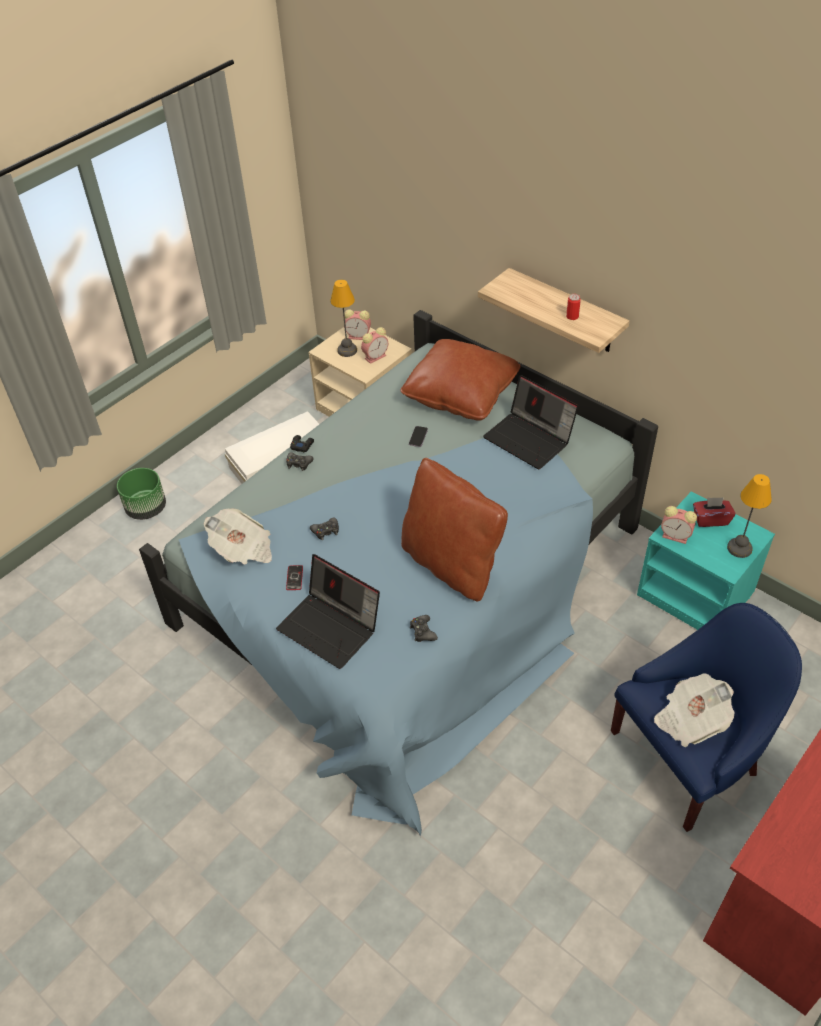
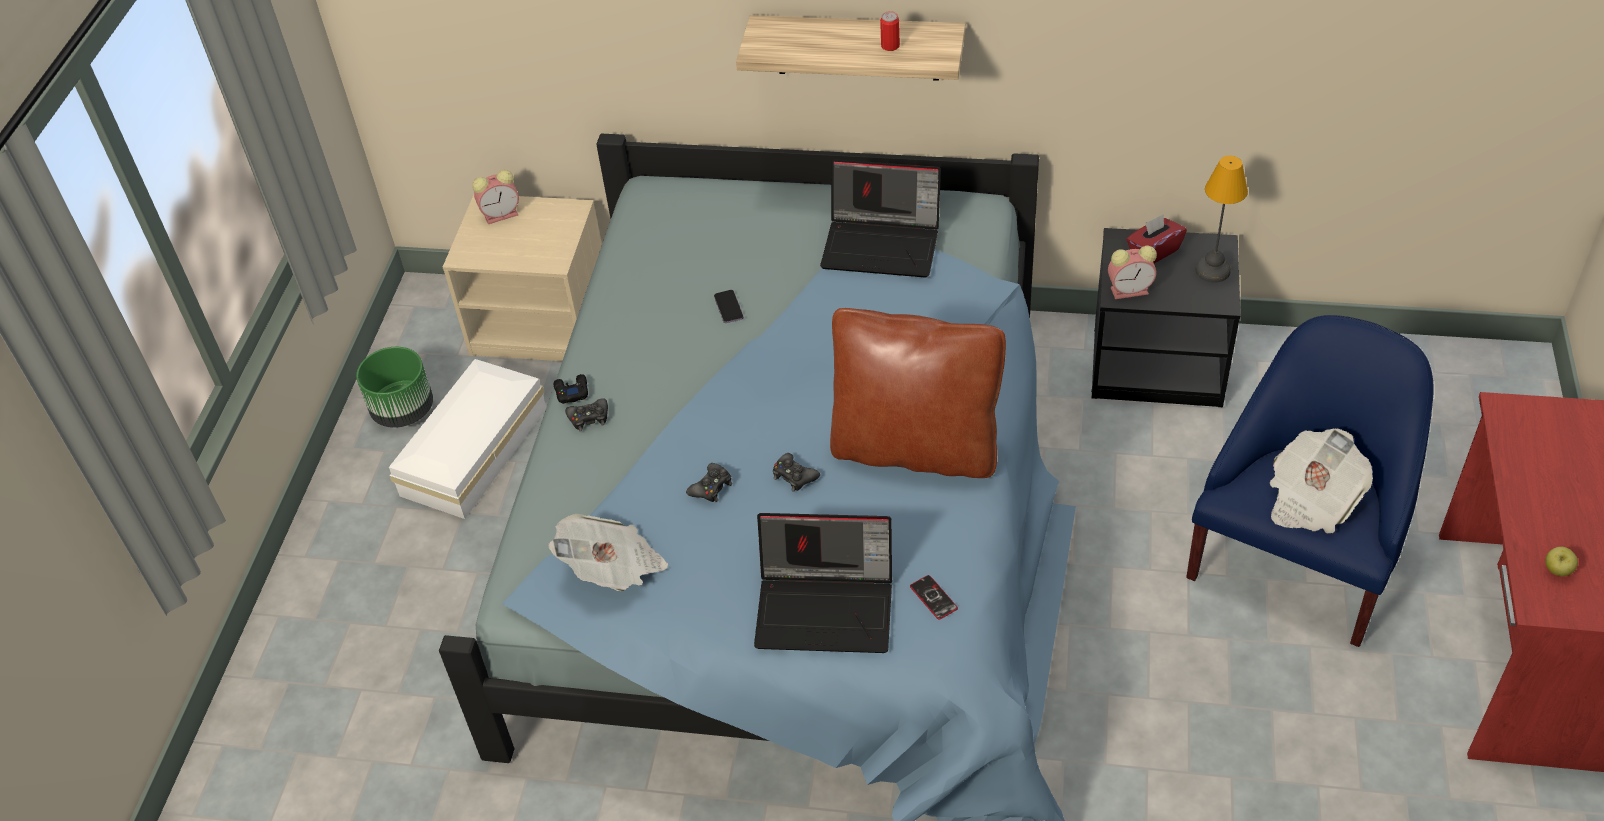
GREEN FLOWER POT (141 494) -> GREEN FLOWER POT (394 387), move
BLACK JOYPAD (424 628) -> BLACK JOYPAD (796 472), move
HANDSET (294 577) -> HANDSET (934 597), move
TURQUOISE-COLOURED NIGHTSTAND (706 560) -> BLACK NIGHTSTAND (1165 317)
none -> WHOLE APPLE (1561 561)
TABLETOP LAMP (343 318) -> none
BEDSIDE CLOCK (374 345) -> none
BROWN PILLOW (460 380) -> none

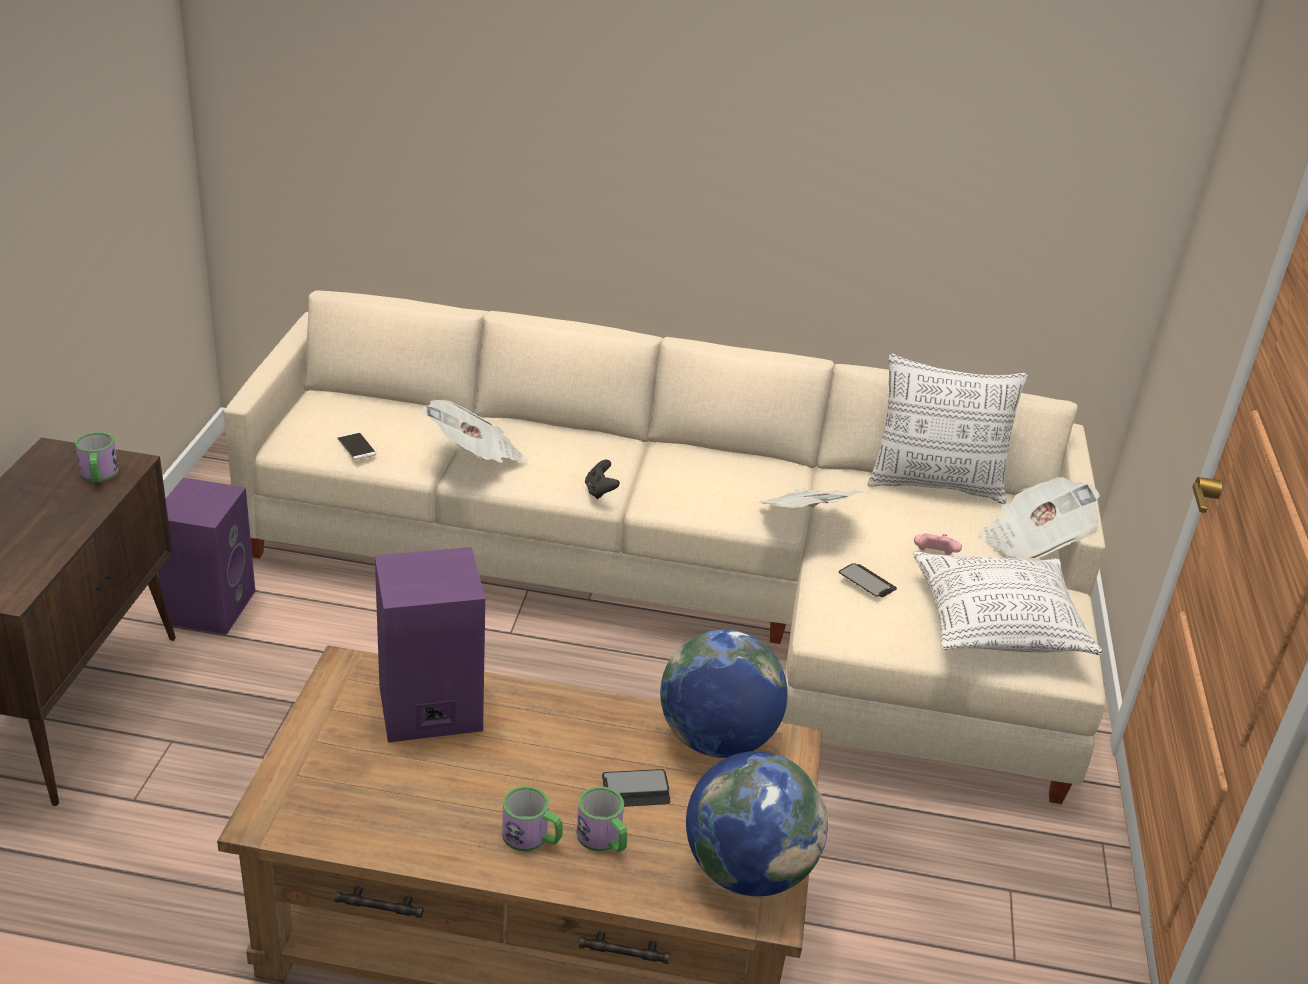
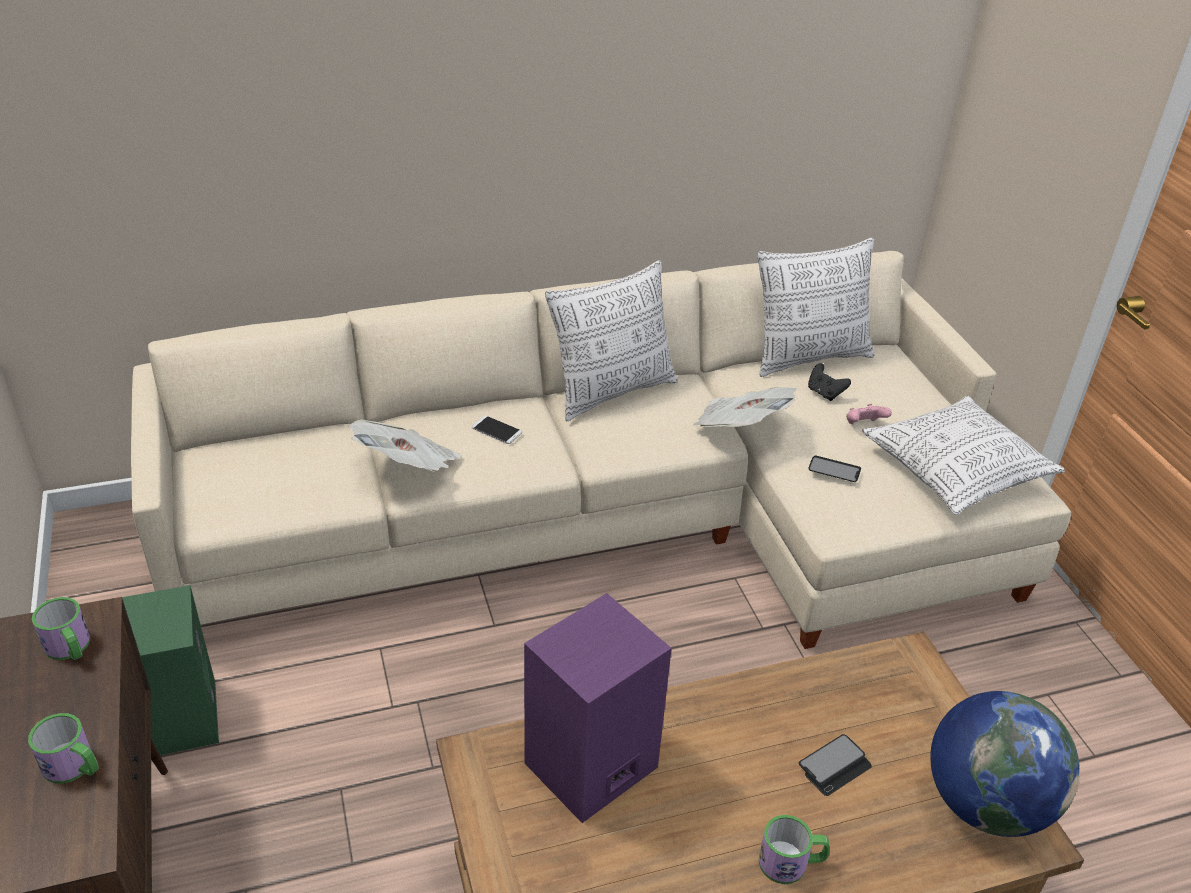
TEA MUG (601 819) -> TEA MUG (63 748), move
PURPLISH LOUDSPEAKER (206 556) -> GREEN LOUDSPEAKER (170 670)
HANDSET (356 445) -> HANDSET (497 430), move
none -> PILLOW (611 340)
BLACK JOYPAD (602 479) -> BLACK JOYPAD (829 382), move
WORLD GLOBE (724 693) -> none
PRINTED PAPER (1039 518) -> none

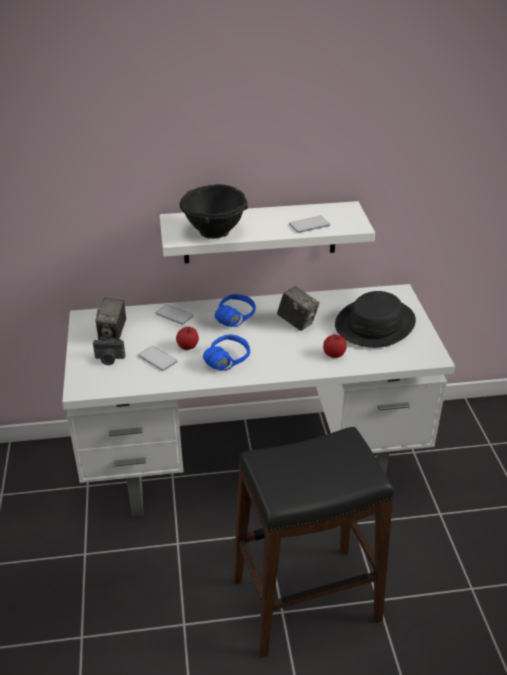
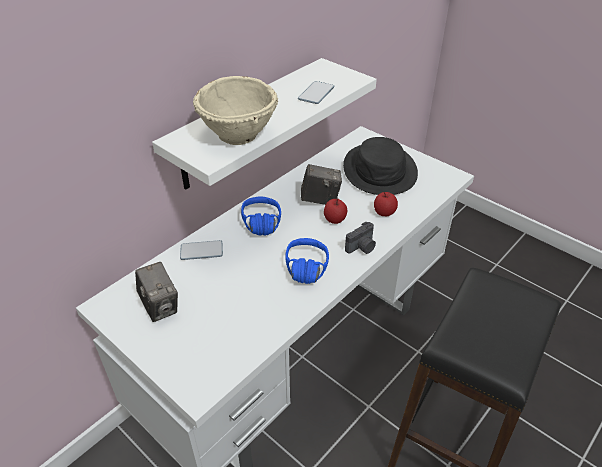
BLACK DEEP DISH (213 211) -> BEIGE DEEP DISH (235 110)
WHOLE APPLE (187 338) -> WHOLE APPLE (335 211), move
STILL CAMERA (109 351) -> STILL CAMERA (360 238), move
HANDSET (157 358) -> none

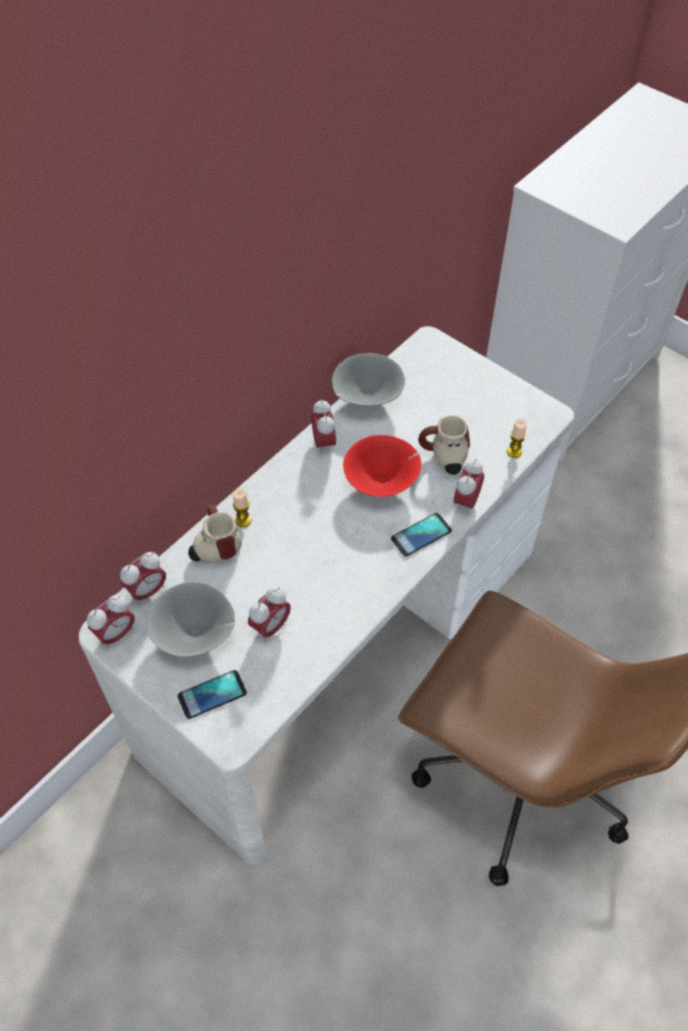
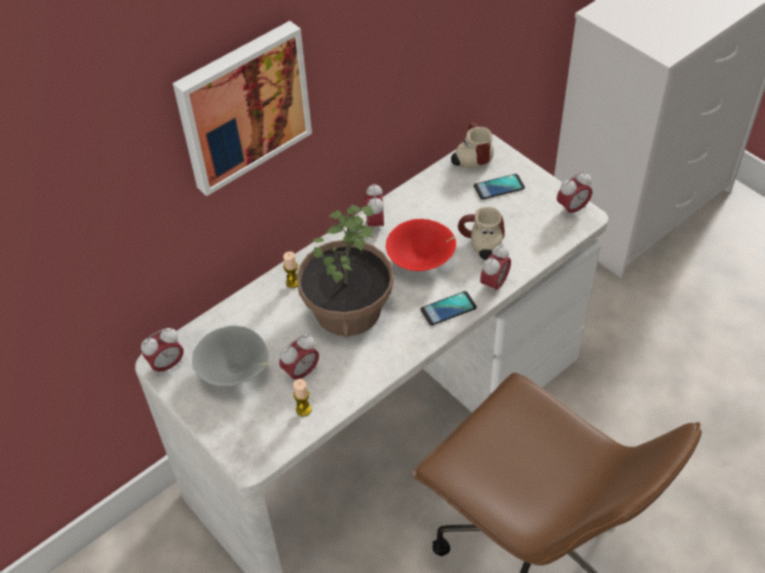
none -> WALL ART (242 108)
CANDLE (517 438) -> CANDLE (302 398), move
none -> POTTED PLANT (345 271)
TEA MUG (215 534) -> TEA MUG (472 145), move
HANDSET (212 694) -> HANDSET (499 187), move
BEDSIDE CLOCK (143 578) -> BEDSIDE CLOCK (574 195), move
GREYISH DEEP DISH (368 379) -> none

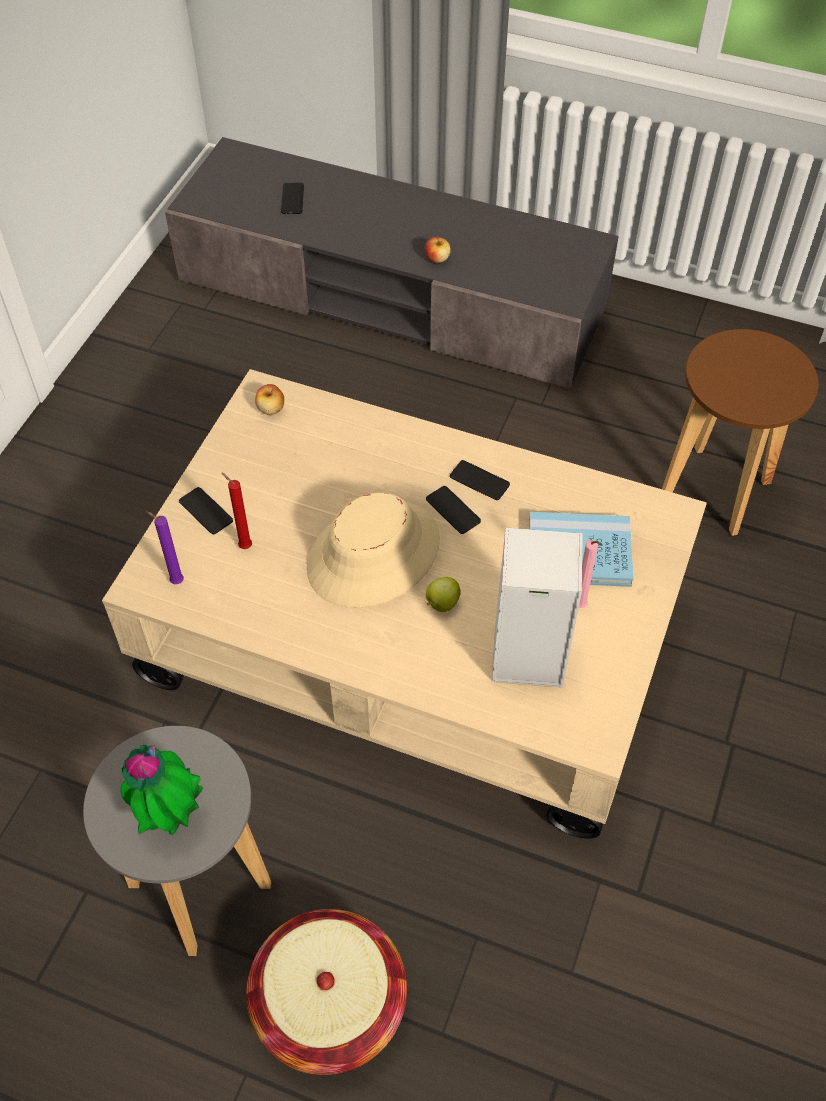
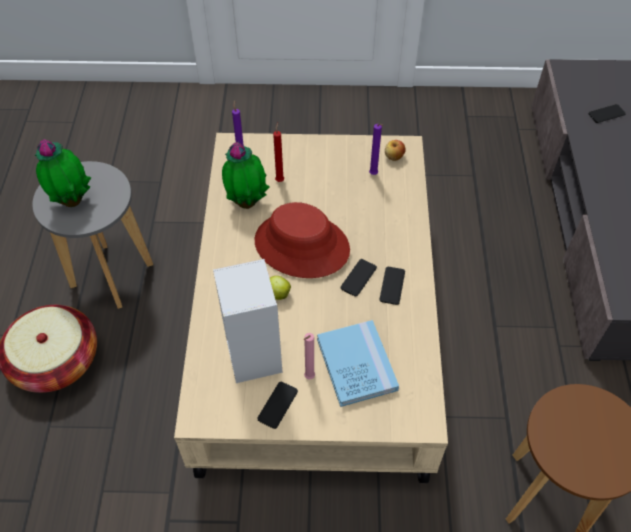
none -> POTTED PLANT (245 175)
BEIGE WEARABLE HAT (373 550) -> RED WEARABLE HAT (302 240)
HANDSET (206 510) -> HANDSET (278 405), move
none -> PURPLISH CANDLE (376 149)
WHOLE APPLE (438 249) -> none

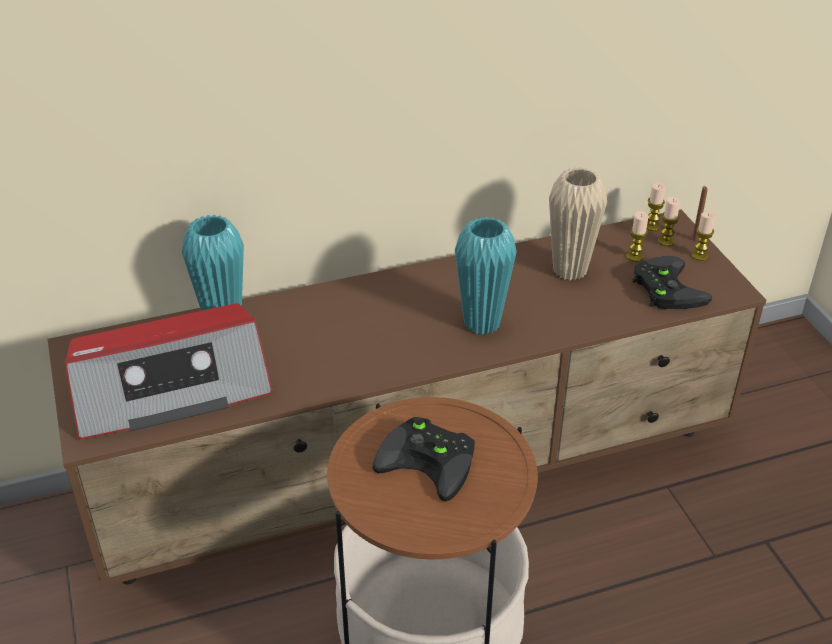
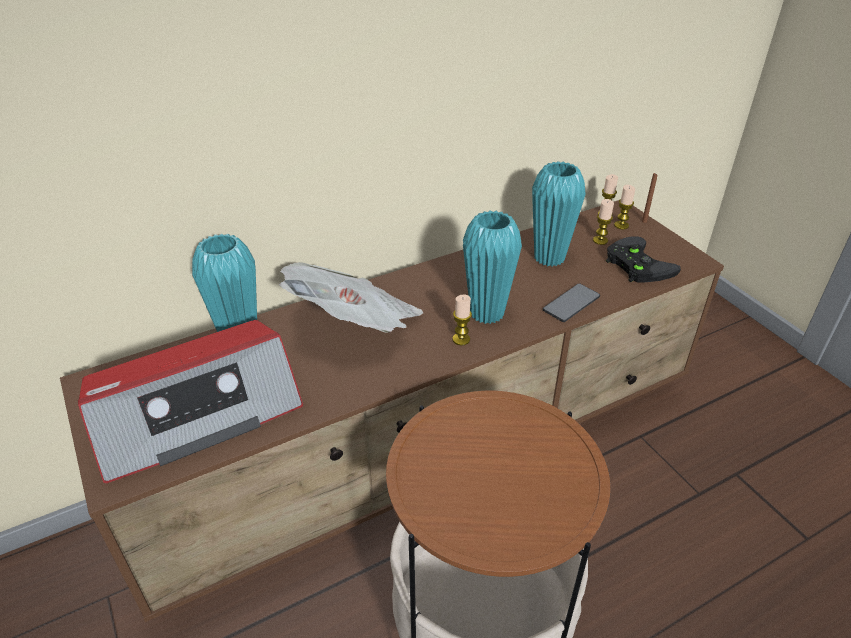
none -> PRINTED PAPER (351 297)
CANDLE (703 236) -> CANDLE (462 319), move
BEIGE DECORATIVE VASE (578 223) -> TURQUOISE-COLOURED DECORATIVE VASE (559 214)
none -> HANDSET (571 302)
BLACK JOYPAD (424 459) -> none

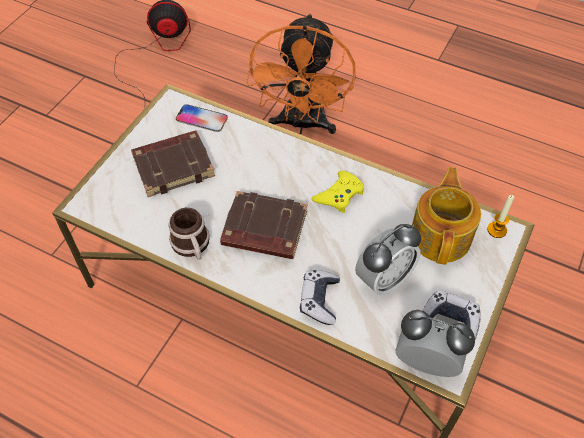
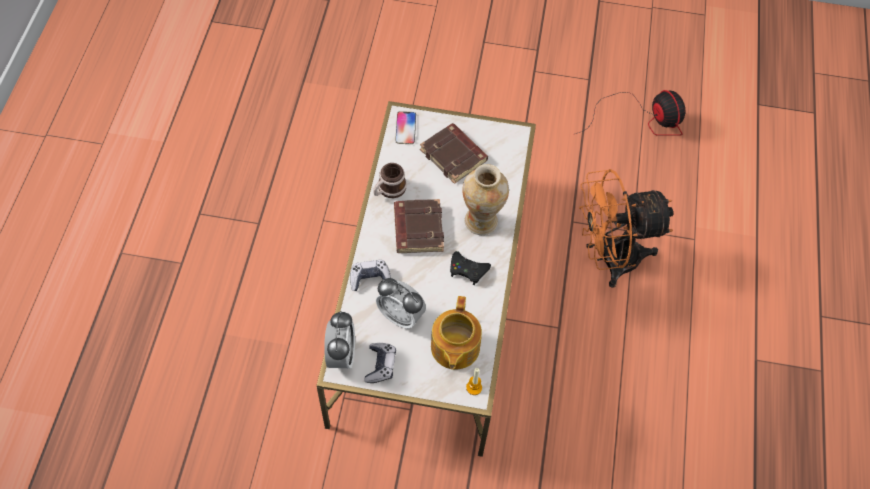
HANDSET (202 118) -> HANDSET (405 127), move
POT FOR TEA (446 216) -> POT FOR TEA (456 333), 105 degrees clockwise
YELLOWISH JOYPAD (337 192) -> BLACK JOYPAD (470 268)
none -> DECORATIVE VASE (485 199)

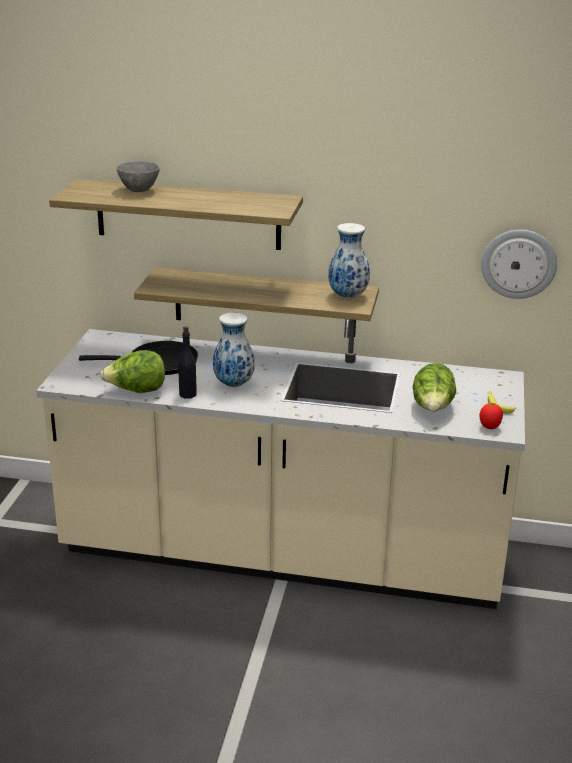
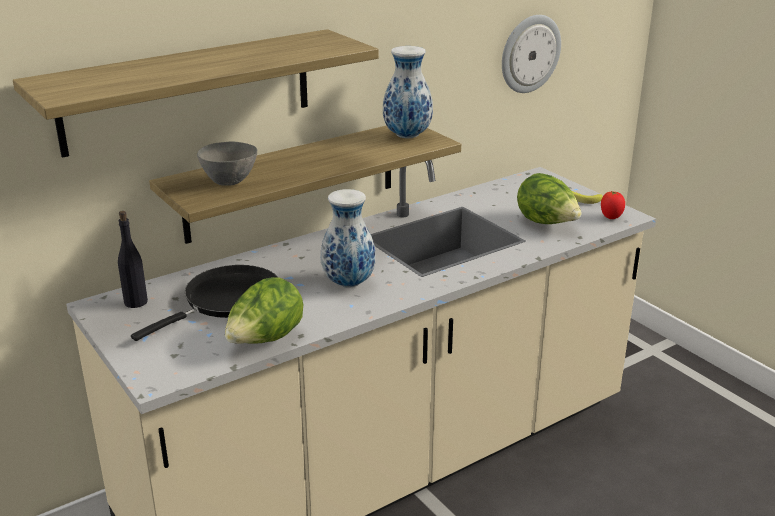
BLACK BOTTLE (187 362) -> BLACK BOTTLE (133 259), move
GREYISH DEEP DISH (138 176) -> GREYISH DEEP DISH (227 164), move

